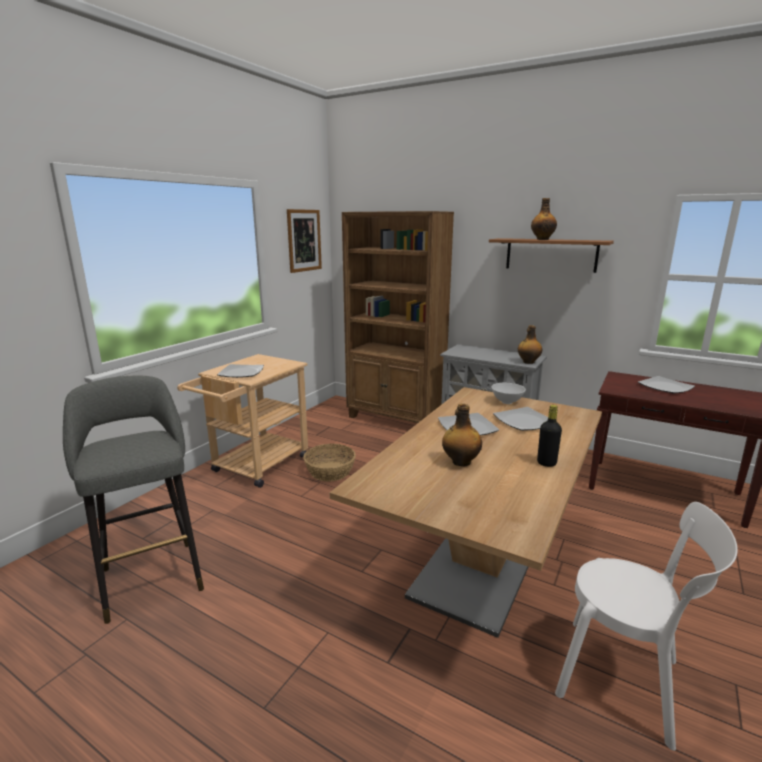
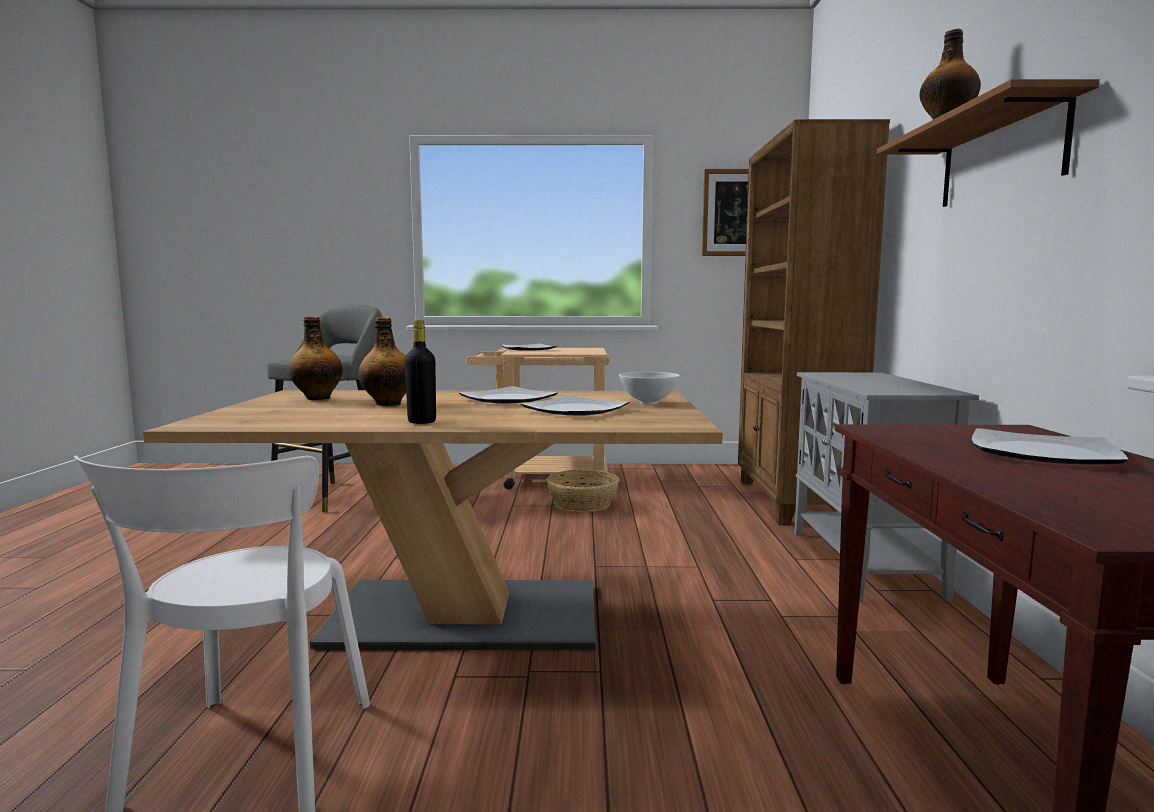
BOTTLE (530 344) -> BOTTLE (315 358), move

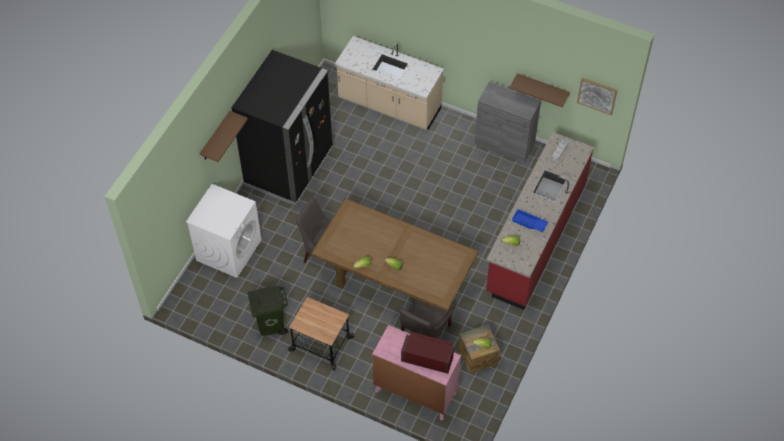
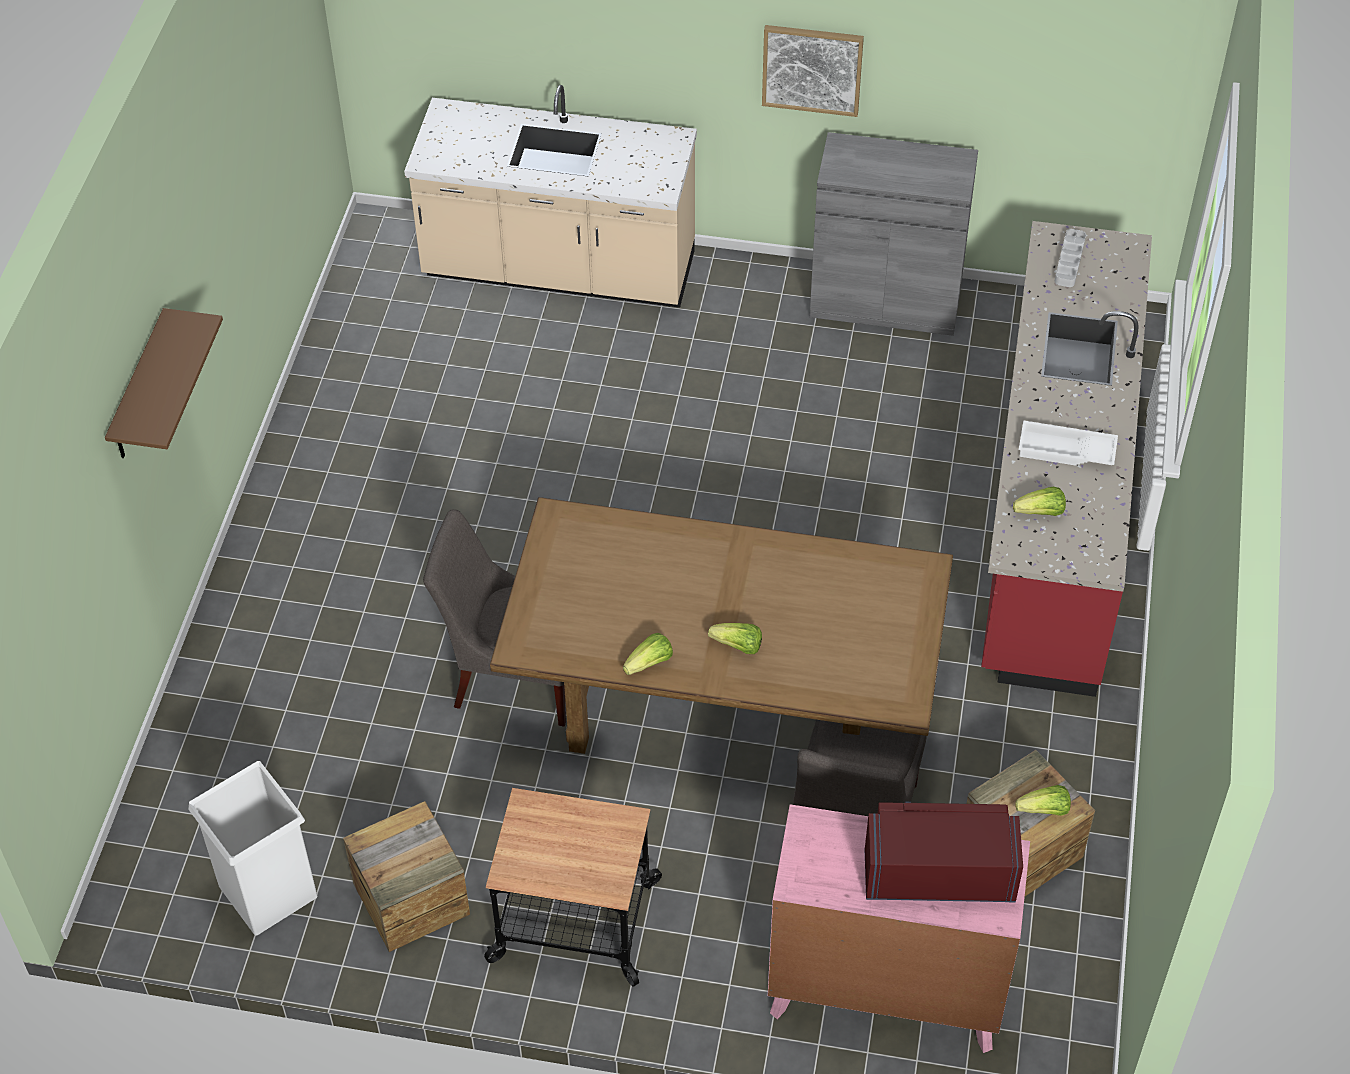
none -> WHITISH TRASH CAN (253 848)
GREEN TRASH CAN (268 311) -> CRATE (406 876)
WALL ART (597 96) -> WALL ART (813 71), move
BLUE TRAY (530 220) -> WHITISH TRAY (1068 443)
WHITISH LAUNDRY MACHINE (224 231) -> none
BLACK REFRIGERATOR (282 127) -> none
BROWN WALL SHELF (539 90) -> none

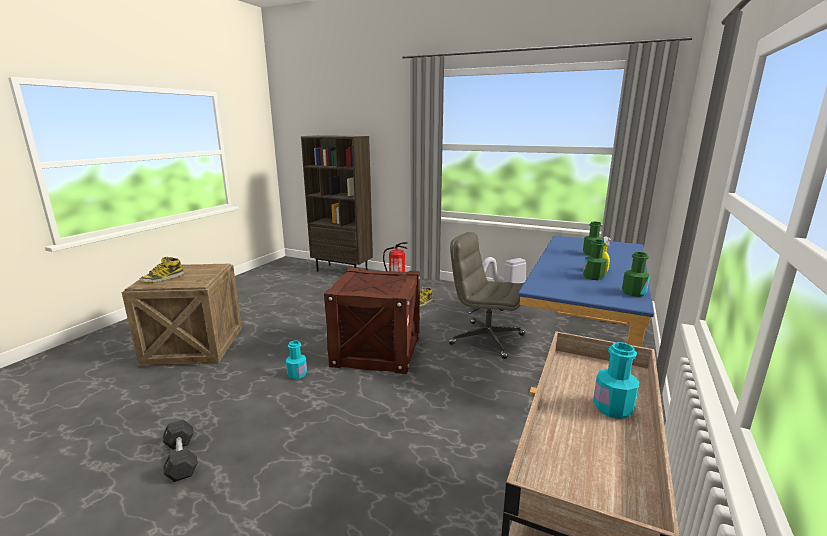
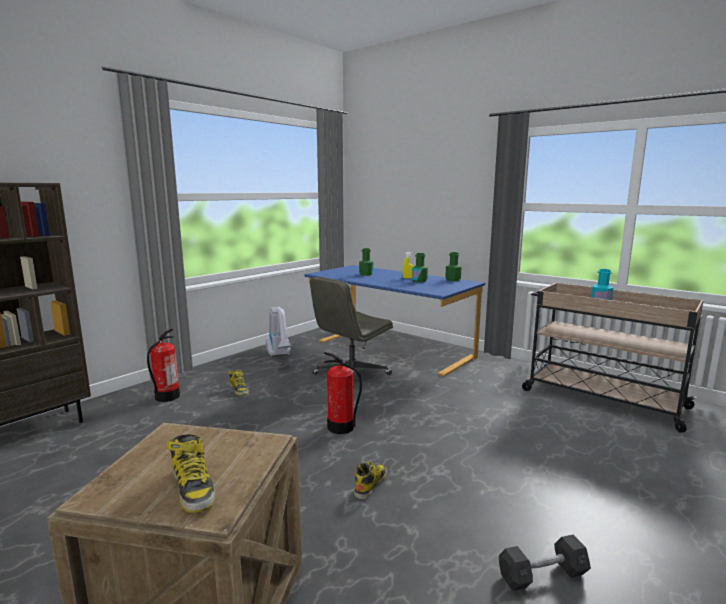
CRATE (372 320) -> FIRE EXTINGUISHER (343 393)
TURQUOISE-COLOURED BOTTLE (296 359) -> BOOT (370 480)

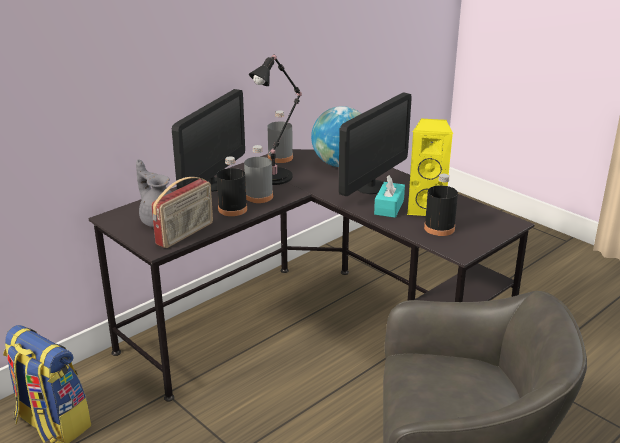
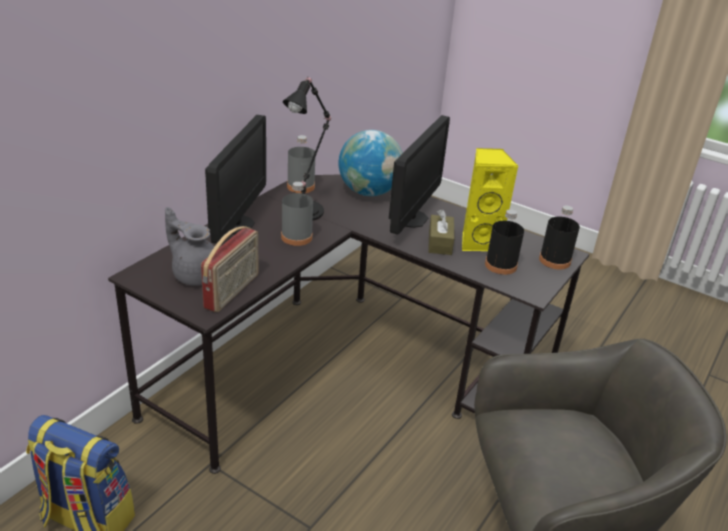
TURQUOISE-COLOURED BOX OF TISSUES (389 196) -> BROWN BOX OF TISSUES (441 232)
BLACK BOTTLE (232 186) -> BLACK BOTTLE (559 237), move

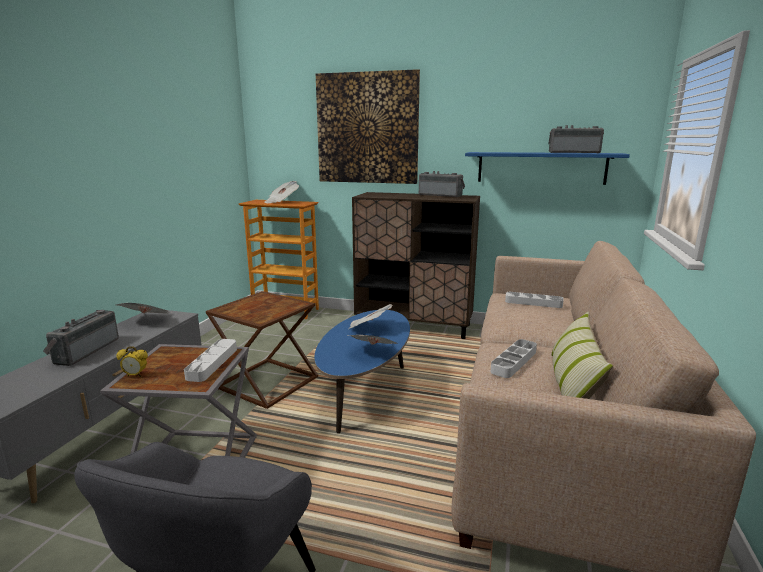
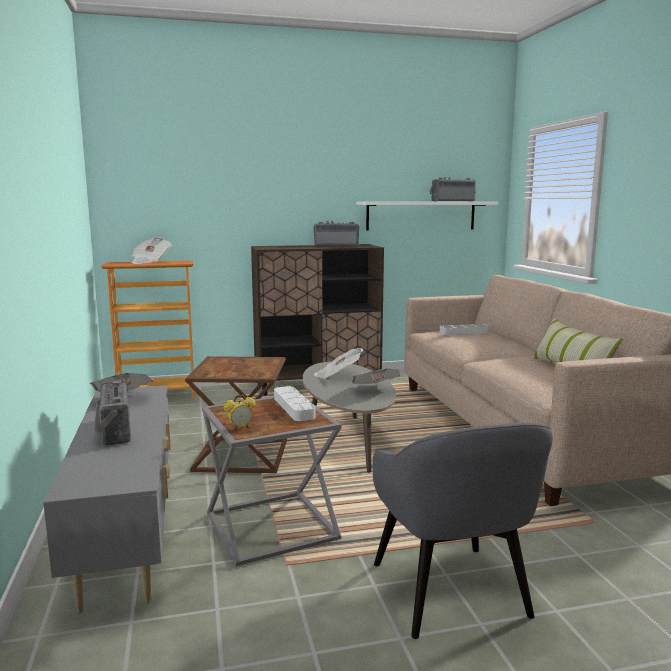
BLUE LOUNGE TABLE (362 371) -> GREYISH LOUNGE TABLE (349 417)
BLUE WALL SHELF (547 168) -> WHITISH WALL SHELF (427 216)
WALL ART (368 126) -> none
GREYISH TRAY (514 358) -> none

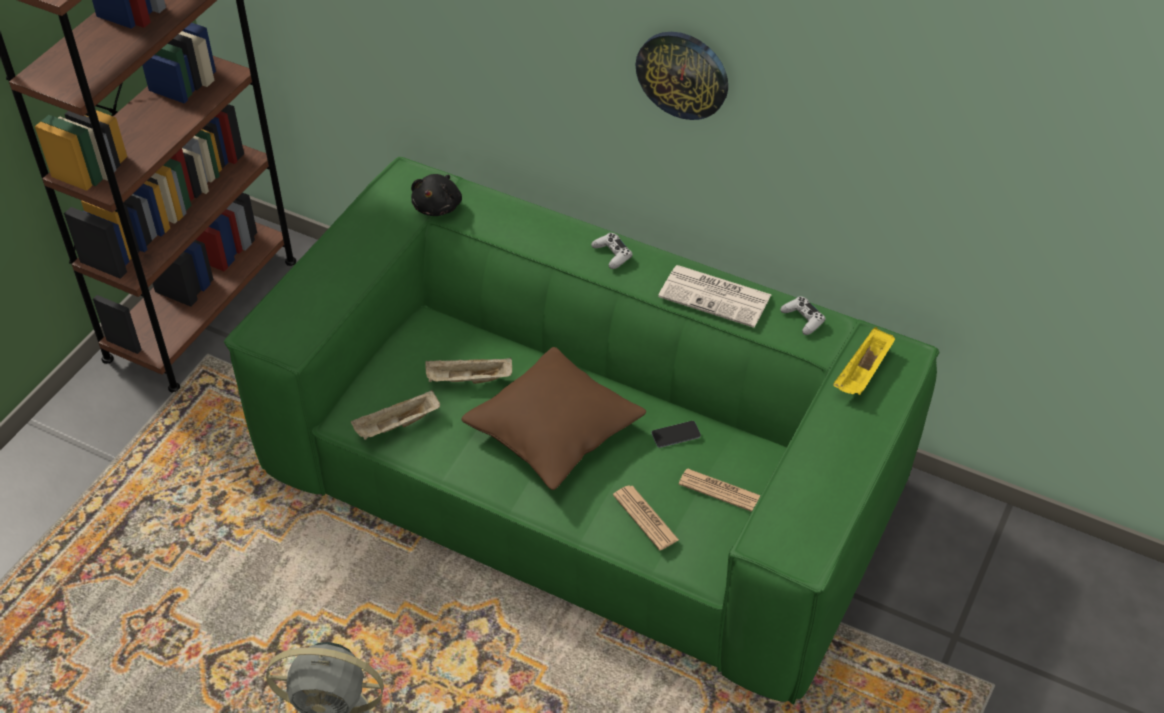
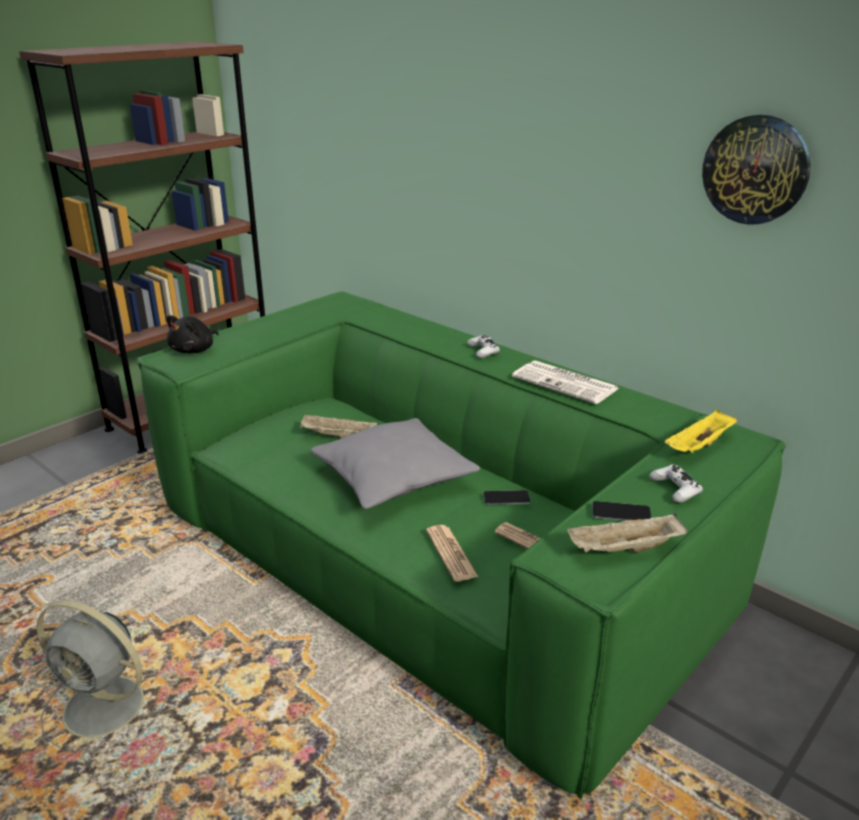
BLACK SOFT TOY (436 195) -> BLACK SOFT TOY (193 334), move
BROWN PILLOW (553 418) -> GREYISH PILLOW (395 463)
BEIGE TRAY (395 415) -> BEIGE TRAY (627 533), move
none -> HANDSET (621 511)
WHITISH JOYPAD (802 315) -> WHITISH JOYPAD (676 484), move
CLOCK ON THE WALL (682 76) -> CLOCK ON THE WALL (756 170), move

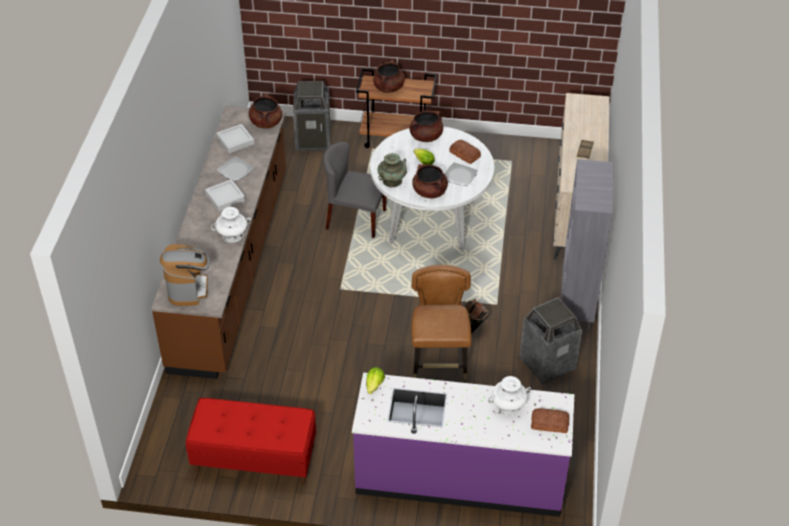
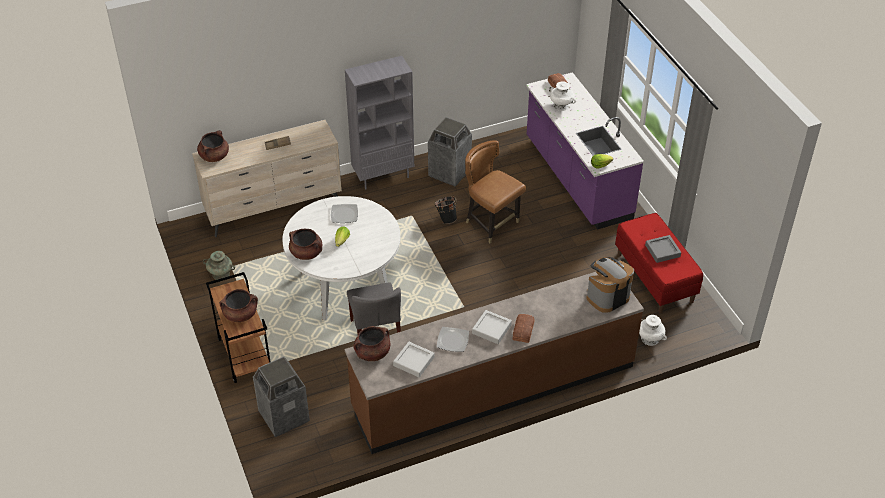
BROWN STOCKPOT (430 181) -> BROWN STOCKPOT (213 146), move
TURQUOISE-COLOURED DECORATIVE VASE (392 170) -> TURQUOISE-COLOURED DECORATIVE VASE (219 265), move
BROWN PLAIN CHAIR (441 322) -> BROWN PLAIN CHAIR (495 191), 75 degrees clockwise
BAKED BREAD (465 152) -> BAKED BREAD (523 328), move
WHITISH DECORATIVE VASE (231 225) -> WHITISH DECORATIVE VASE (653 330), move
none -> GREYISH TRAY (663 249)

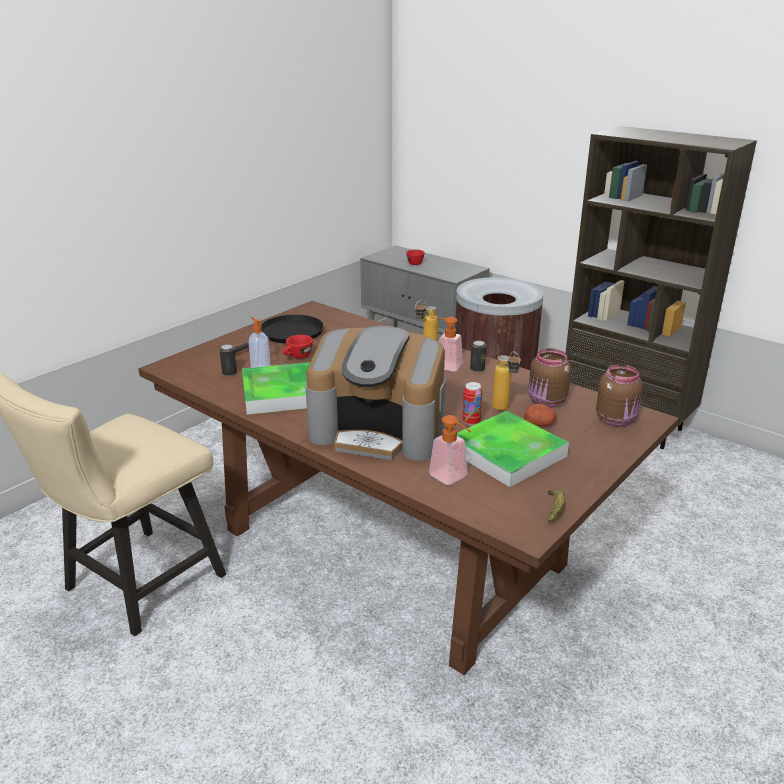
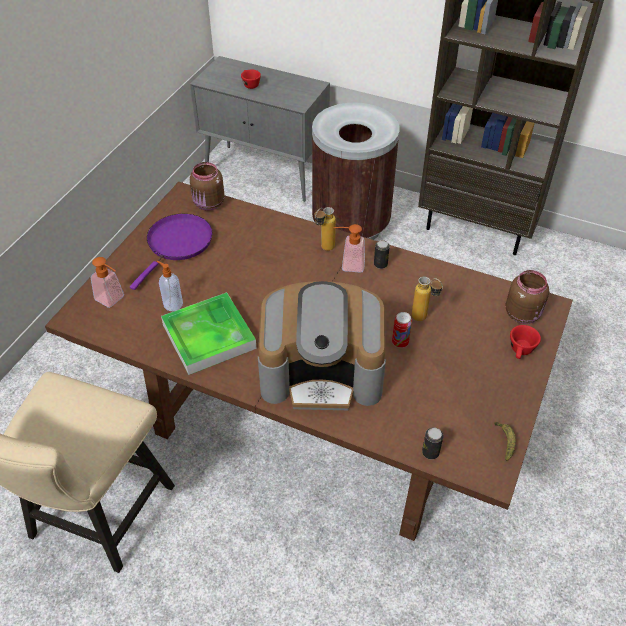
SOAP BOTTLE (450 450) -> SOAP BOTTLE (107 282), move
BLACK SKILLET (279 333) -> PURPLISH SKILLET (171 252)
BROWN STORAGE JAR (549 378) -> BROWN STORAGE JAR (207 186), move
CAN (228 360) -> CAN (432 443), move
RED CUP (298 347) -> RED CUP (525 342), move
TRAY (513 449) -> none
WHOLE POTATO (540 415) -> none

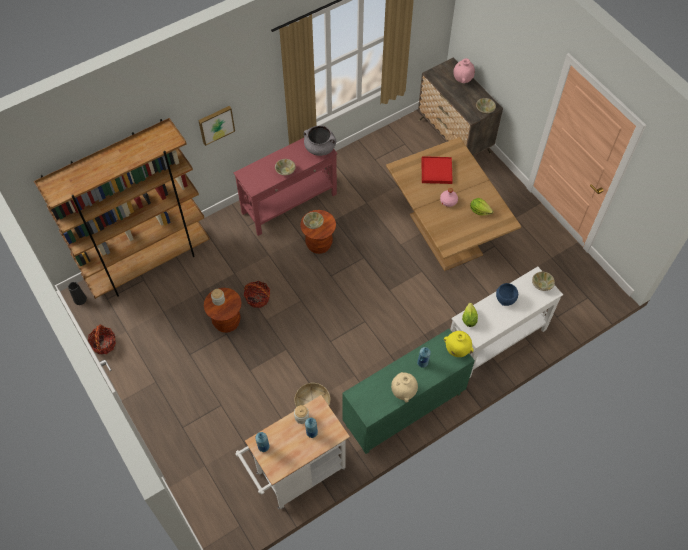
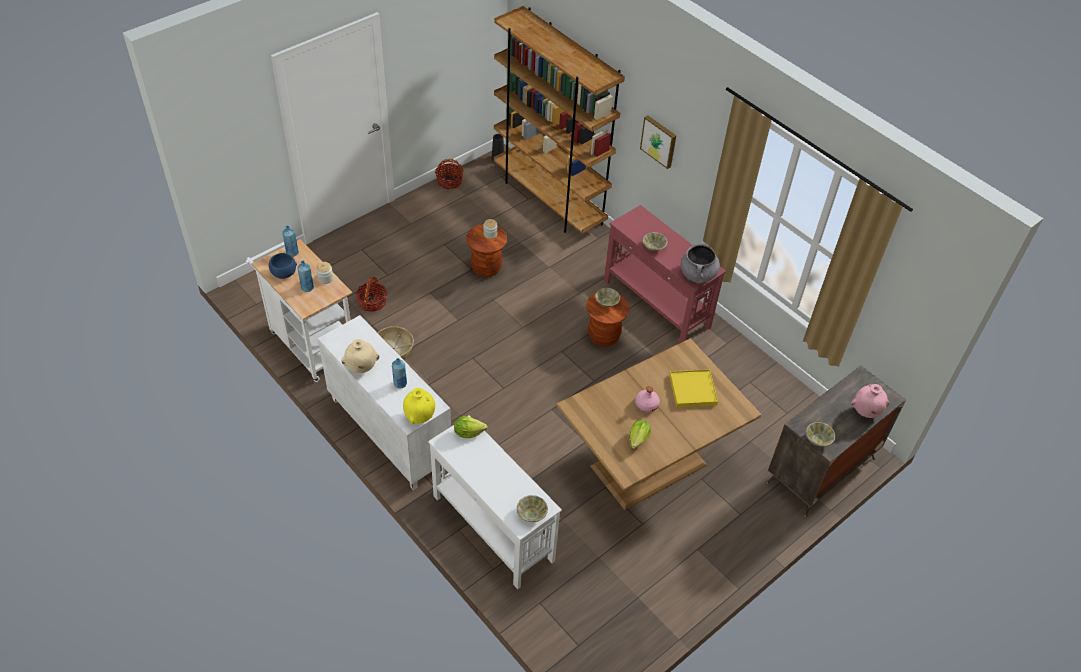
BLUE DEEP DISH (507 294) -> BLUE DEEP DISH (283 266), move
GREEN CABINET (408 391) -> WHITISH CABINET (384 402)
STORAGE BASKET (257 294) -> STORAGE BASKET (371 294), move
RED TRAY (437 170) -> YELLOWISH TRAY (693 388)

